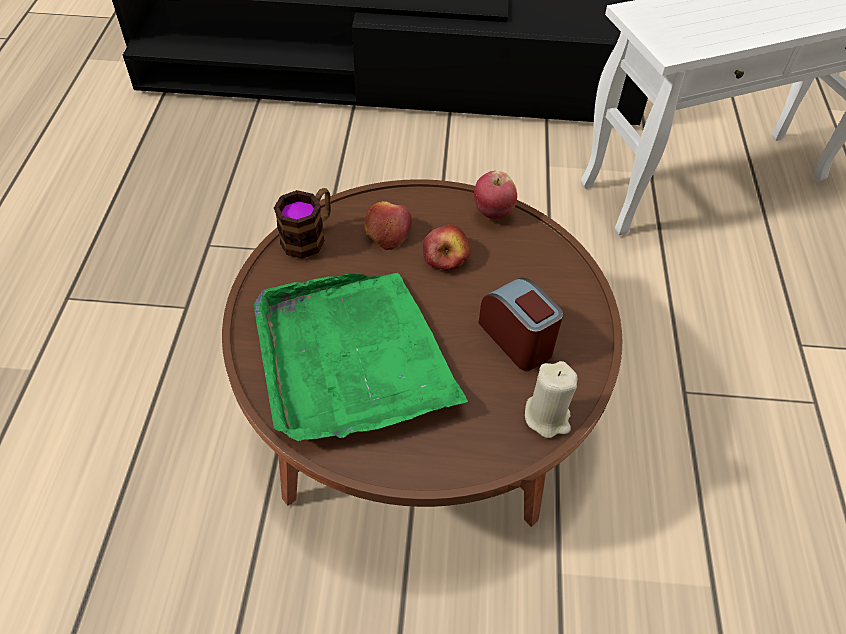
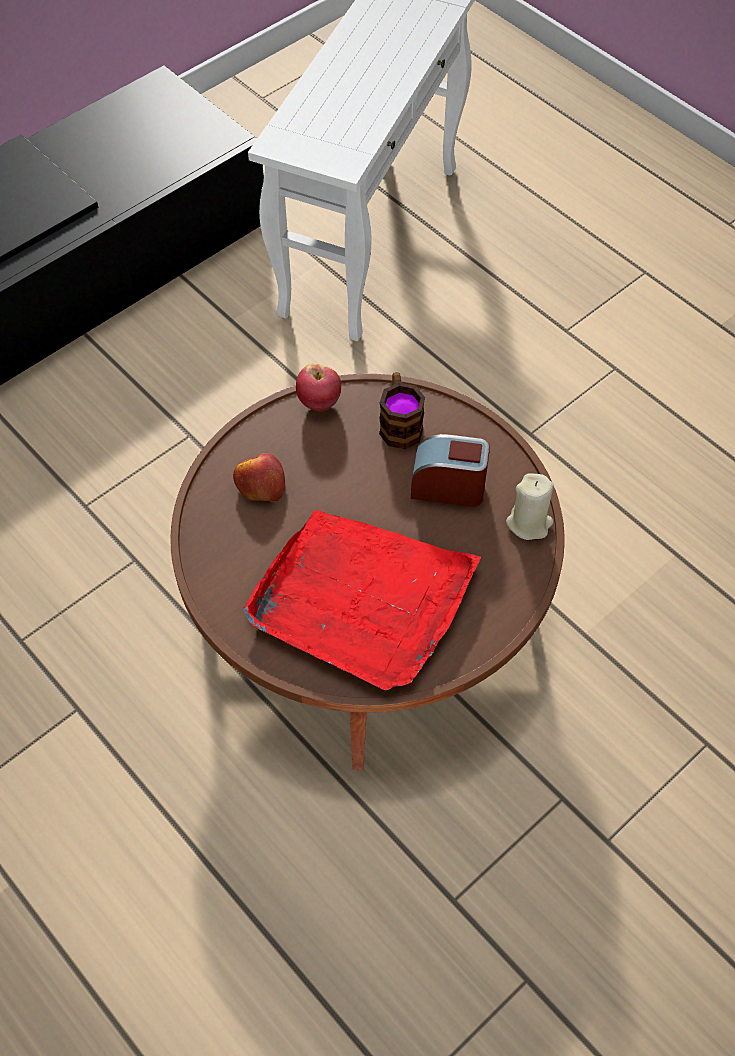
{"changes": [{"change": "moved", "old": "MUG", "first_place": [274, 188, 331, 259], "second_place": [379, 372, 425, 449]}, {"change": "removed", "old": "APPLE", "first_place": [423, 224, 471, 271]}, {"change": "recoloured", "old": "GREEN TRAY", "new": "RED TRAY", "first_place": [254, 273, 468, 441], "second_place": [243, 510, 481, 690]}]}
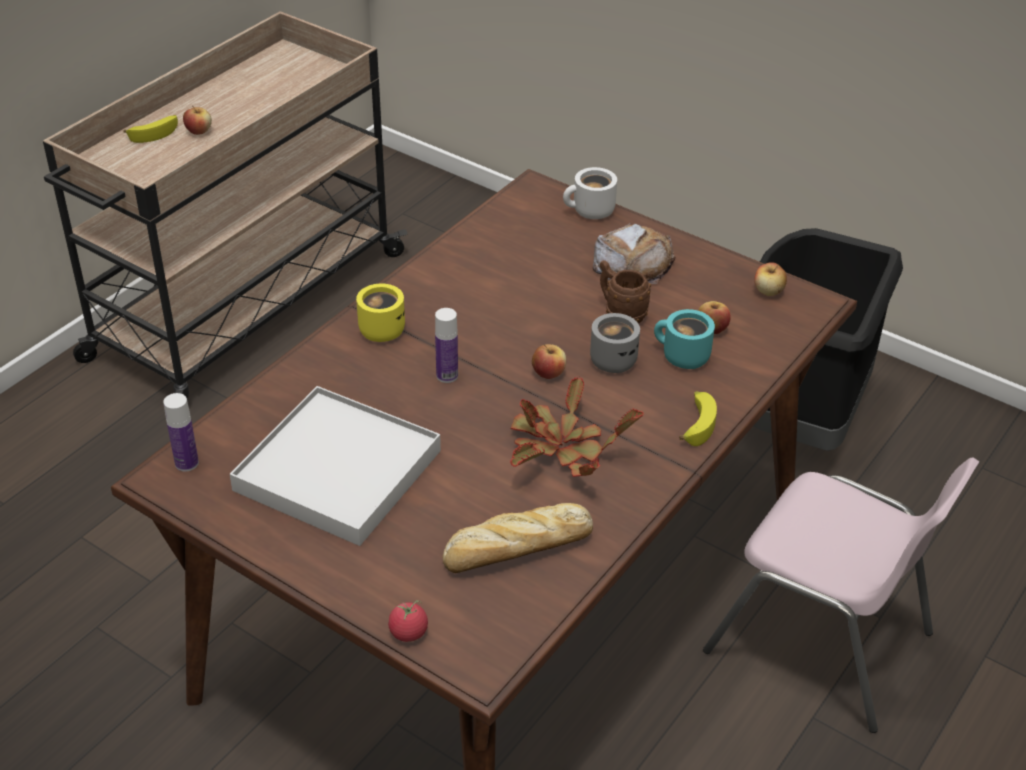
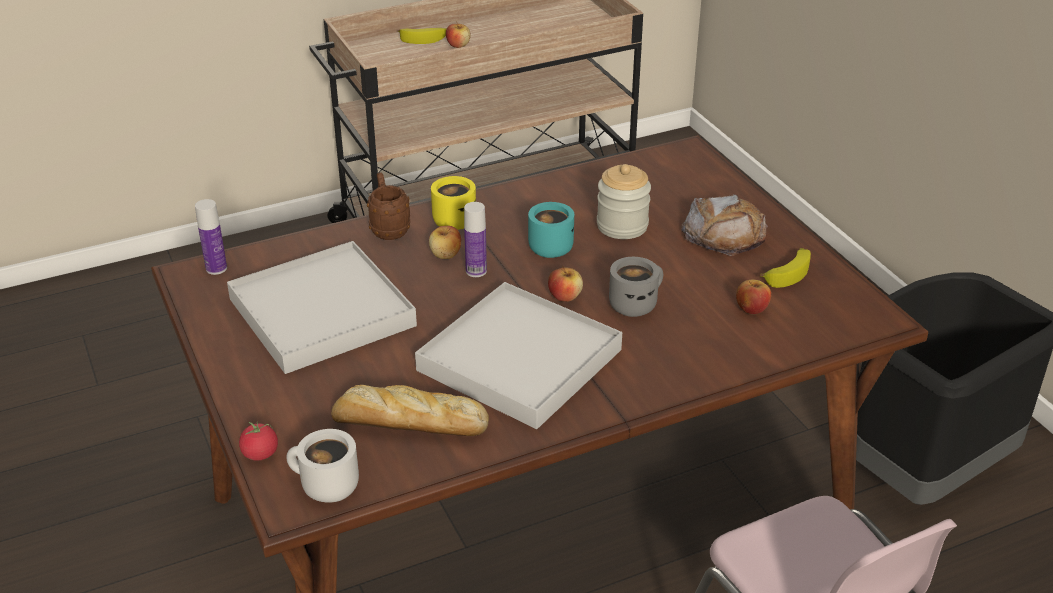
{"changes": [{"change": "moved", "old": "WHITE MUG", "first_place": [563, 167, 617, 219], "second_place": [286, 429, 359, 502]}, {"change": "moved", "old": "BROWN MUG", "first_place": [600, 260, 651, 324], "second_place": [367, 172, 410, 240]}, {"change": "moved", "old": "APPLE", "first_place": [754, 262, 787, 296], "second_place": [429, 226, 461, 259]}, {"change": "moved", "old": "TURQUOISE MUG", "first_place": [654, 309, 715, 369], "second_place": [528, 202, 574, 258]}, {"change": "replaced", "old": "POTTED PLANT", "new": "WHITE TRAY", "first_place": [510, 376, 644, 477], "second_place": [415, 282, 622, 429]}, {"change": "moved", "old": "BANANA", "first_place": [679, 391, 717, 446], "second_place": [760, 248, 811, 288]}, {"change": "added", "new": "JAR", "second_place": [597, 164, 651, 239]}]}
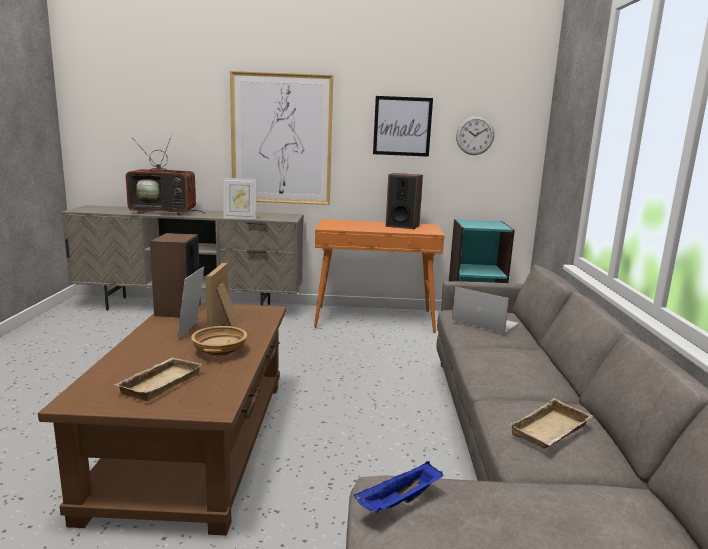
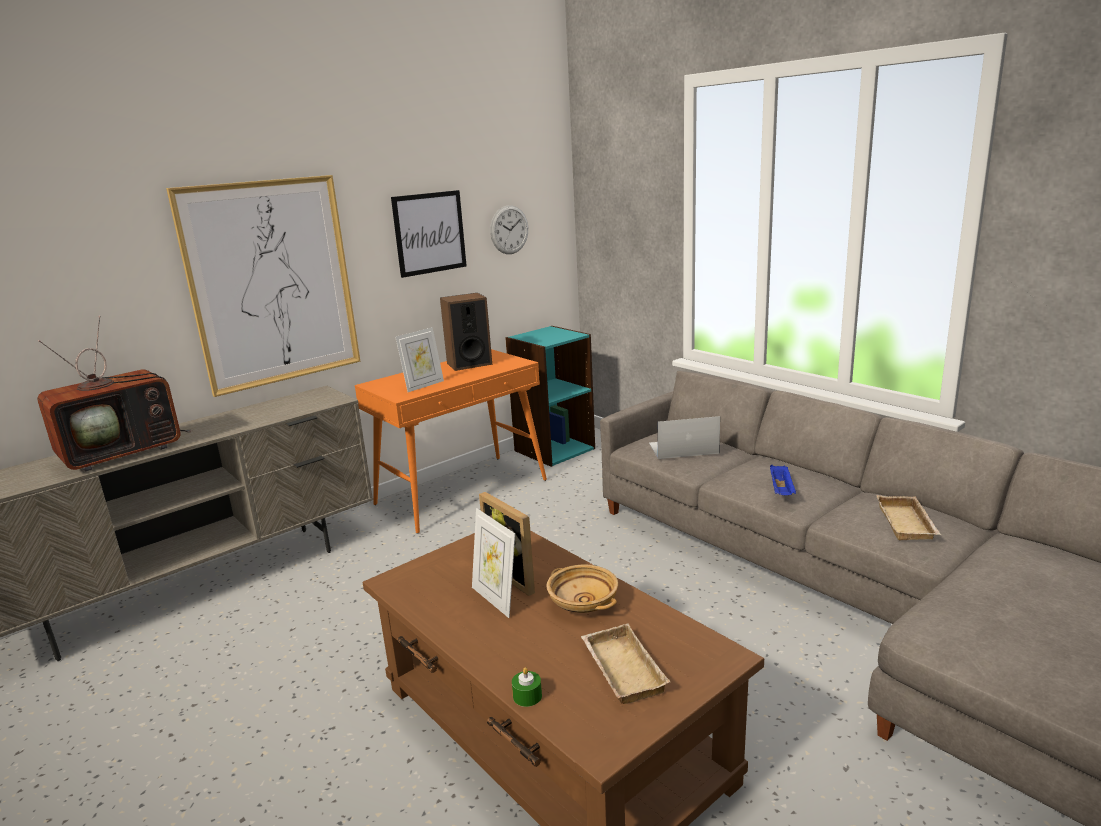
{"changes": [{"change": "moved", "old": "PICTURE FRAME", "first_place": [223, 178, 256, 219], "second_place": [395, 327, 444, 392]}, {"change": "removed", "old": "SPEAKER", "first_place": [150, 233, 201, 317]}, {"change": "moved", "old": "BLUE TRAY", "first_place": [354, 461, 443, 513], "second_place": [770, 464, 796, 495]}, {"change": "added", "new": "GREEN CANDLE", "second_place": [512, 667, 542, 707]}]}
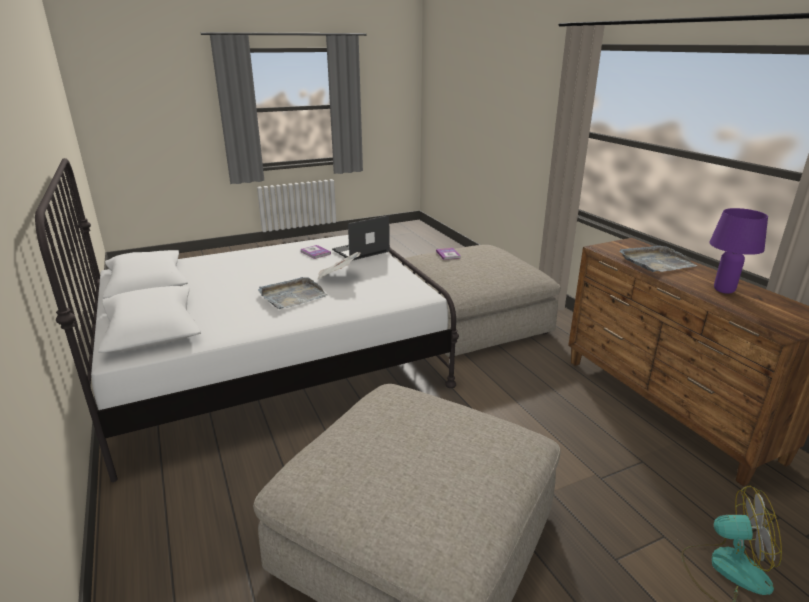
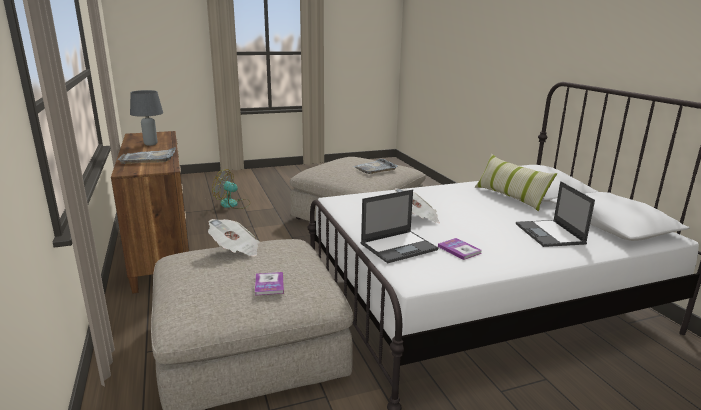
{"changes": [{"change": "recoloured", "old": "PURPLE TABLE LAMP", "new": "GREY TABLE LAMP", "first_place": [709, 208, 768, 294], "second_place": [130, 90, 163, 146]}, {"change": "moved", "old": "GREY TRAY", "first_place": [258, 277, 328, 309], "second_place": [353, 158, 398, 174]}, {"change": "added", "new": "PILLOW", "second_place": [475, 154, 557, 211]}, {"change": "added", "new": "LAPTOP", "second_place": [516, 181, 595, 247]}, {"change": "added", "new": "NEWSPAPER", "second_place": [208, 219, 260, 257]}]}
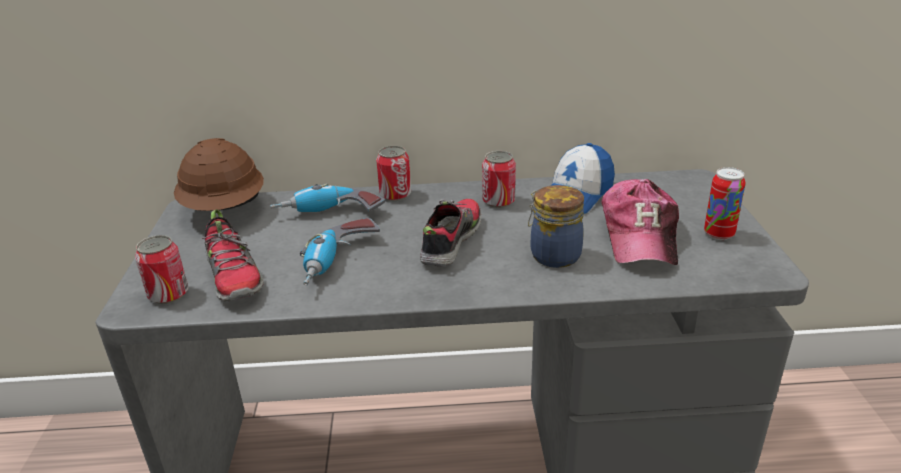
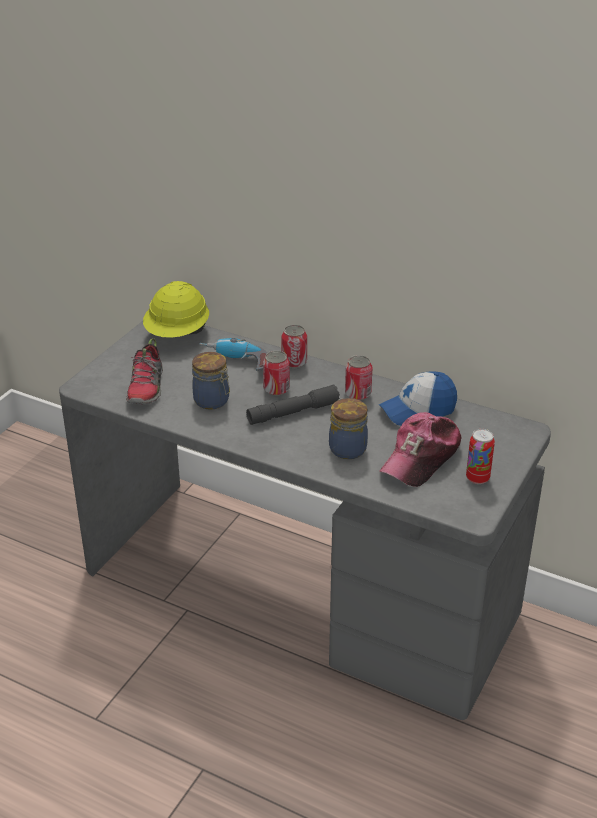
{"changes": [{"change": "recoloured", "old": "BROWN HARD HAT", "new": "YELLOW HARD HAT", "first_place": [174, 138, 264, 211], "second_place": [143, 281, 209, 338]}, {"change": "replaced", "old": "SHOE", "new": "GREY FLASHLIGHT", "first_place": [420, 199, 481, 267], "second_place": [246, 385, 340, 425]}, {"change": "replaced", "old": "POWER DRILL", "new": "JAR", "first_place": [300, 218, 380, 286], "second_place": [192, 352, 230, 410]}, {"change": "moved", "old": "CAN", "first_place": [135, 235, 189, 304], "second_place": [263, 351, 290, 396]}]}
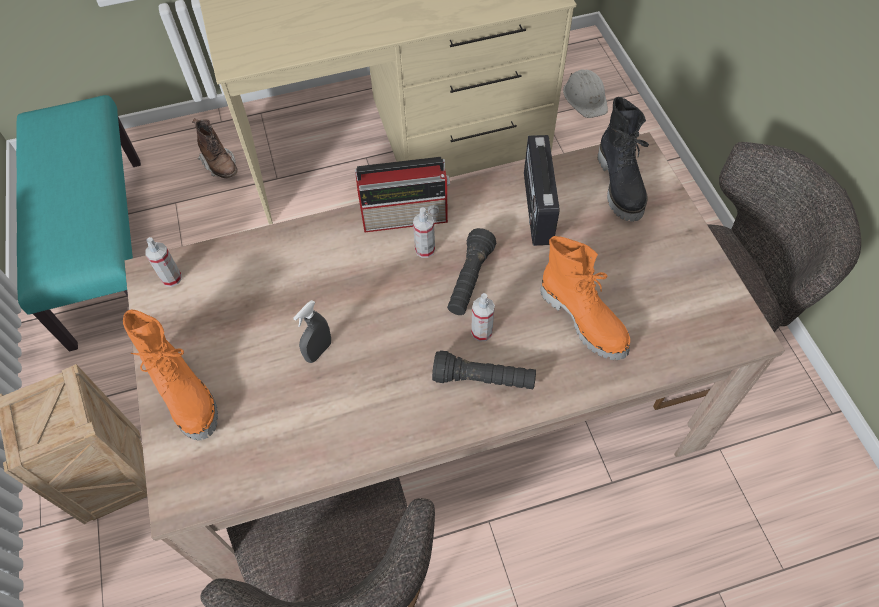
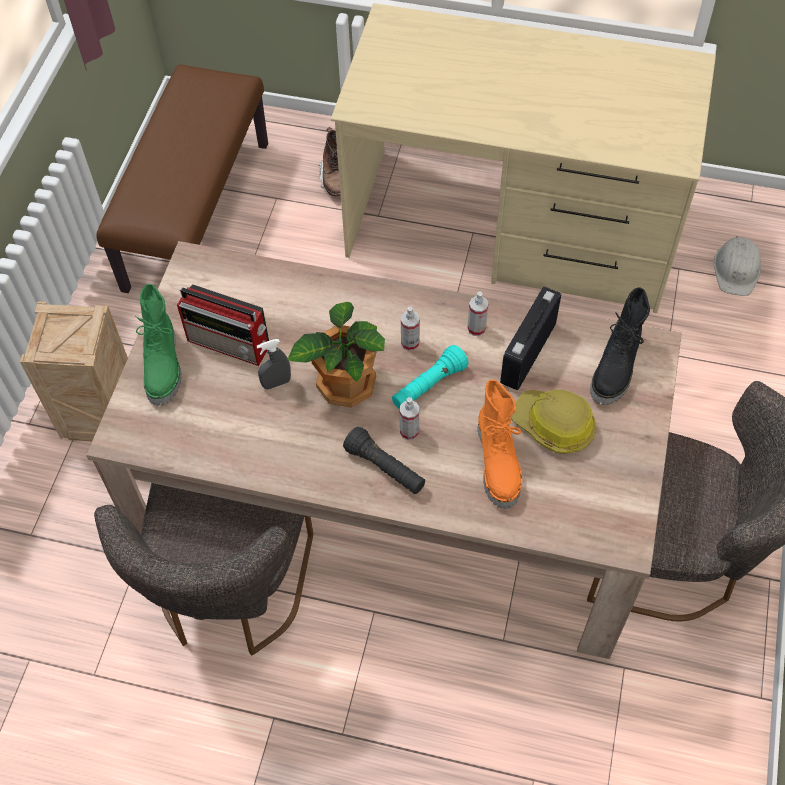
{"changes": [{"change": "recoloured", "old": "TURQUOISE BENCH", "new": "BROWN BENCH", "first_place": [16, 95, 141, 352], "second_place": [96, 64, 268, 293]}, {"change": "moved", "old": "RADIO", "first_place": [355, 157, 451, 233], "second_place": [177, 285, 269, 366]}, {"change": "recoloured", "old": "BLACK FLASHLIGHT", "new": "TURQUOISE FLASHLIGHT", "first_place": [447, 228, 496, 315], "second_place": [392, 345, 469, 409]}, {"change": "moved", "old": "SPRAY BOTTLE", "first_place": [145, 237, 182, 287], "second_place": [468, 291, 488, 336]}, {"change": "recoloured", "old": "ORANGE BOOT", "new": "GREEN BOOT", "first_place": [123, 310, 218, 440], "second_place": [135, 284, 182, 406]}, {"change": "added", "new": "POTTED PLANT", "second_place": [287, 302, 385, 407]}, {"change": "added", "new": "HARD HAT", "second_place": [511, 389, 596, 453]}]}
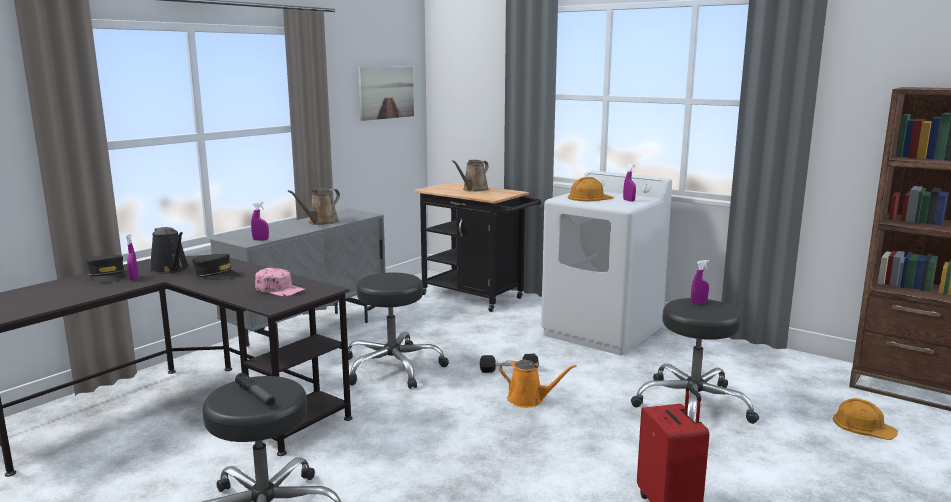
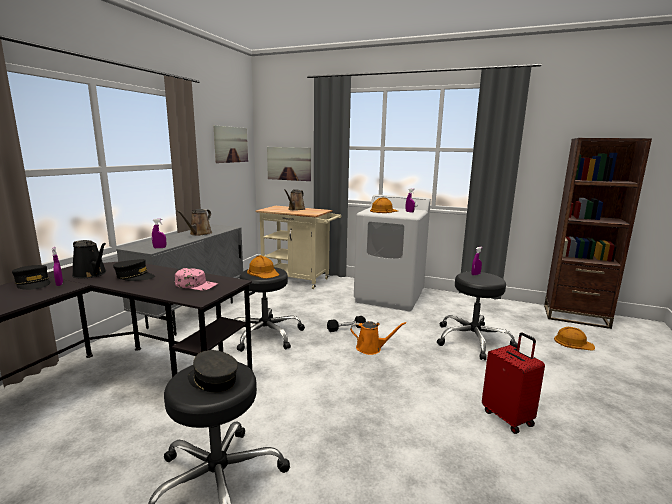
{"changes": [{"change": "recoloured", "old": "BLACK CART", "new": "BEIGE CART", "first_place": [414, 182, 541, 312], "second_place": [255, 206, 341, 289]}, {"change": "replaced", "old": "FLASHLIGHT", "new": "GREY CAP", "first_place": [235, 373, 275, 406], "second_place": [188, 350, 238, 392]}, {"change": "added", "new": "PICTURE", "second_place": [267, 147, 311, 181]}, {"change": "added", "new": "ORANGE HARD HAT", "second_place": [247, 255, 279, 279]}]}
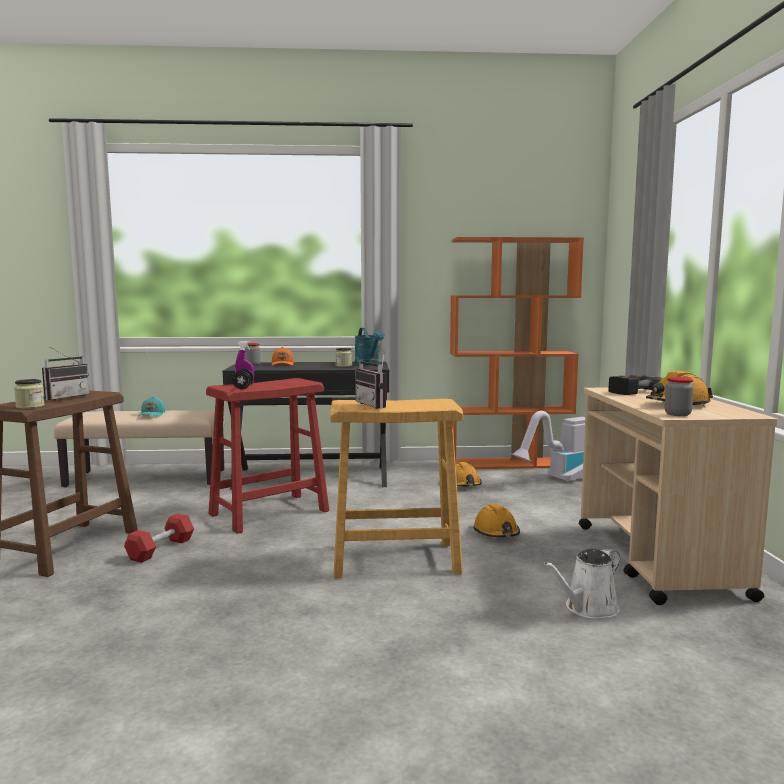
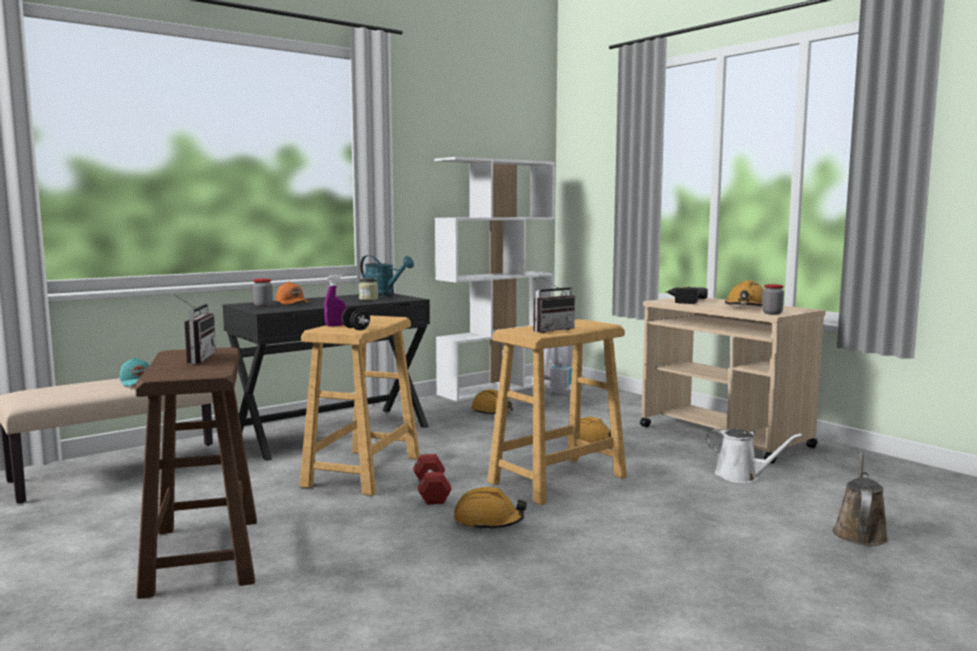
{"changes": [{"change": "recoloured", "old": "ORANGE BOOKCASE", "new": "WHITE BOOKCASE", "first_place": [450, 237, 584, 469], "second_place": [434, 157, 555, 401]}, {"change": "turned", "old": "RADIO", "first_place": [355, 352, 386, 409], "second_place": [533, 276, 575, 333], "degrees": -60}, {"change": "recoloured", "old": "RED STOOL", "new": "BEIGE STOOL", "first_place": [206, 378, 329, 534], "second_place": [299, 316, 420, 496]}, {"change": "removed", "old": "JAR", "first_place": [14, 379, 45, 409]}, {"change": "moved", "old": "RED DUMBBELL", "first_place": [124, 514, 194, 563], "second_place": [413, 454, 452, 505]}, {"change": "turned", "old": "WHITE WATERING CAN", "first_place": [544, 548, 620, 619], "second_place": [706, 429, 802, 483], "degrees": -75}, {"change": "added", "new": "BROWN WATERING CAN", "second_place": [833, 452, 889, 546]}, {"change": "added", "new": "ORANGE HARD HAT", "second_place": [454, 487, 527, 531]}]}
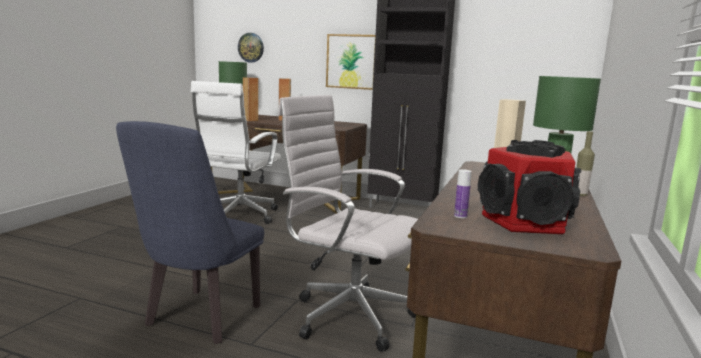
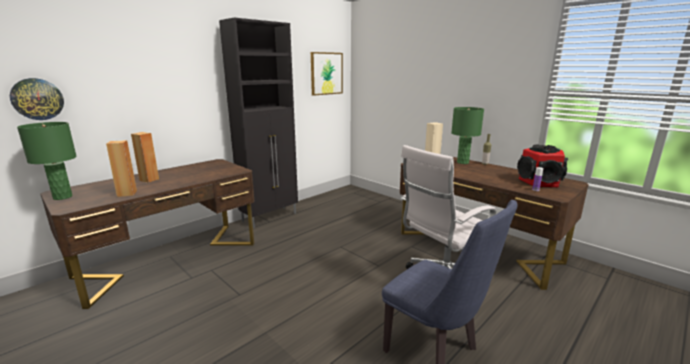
{"changes": [{"change": "moved", "old": "PICTURE", "first_place": [326, 34, 376, 90], "second_place": [311, 52, 343, 96]}, {"change": "removed", "old": "WHITE OFFICE CHAIR", "first_place": [191, 81, 281, 224]}]}
